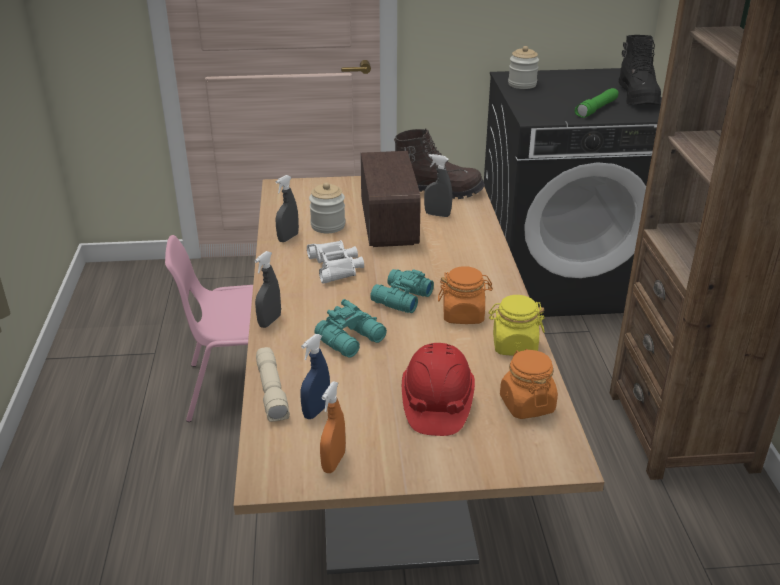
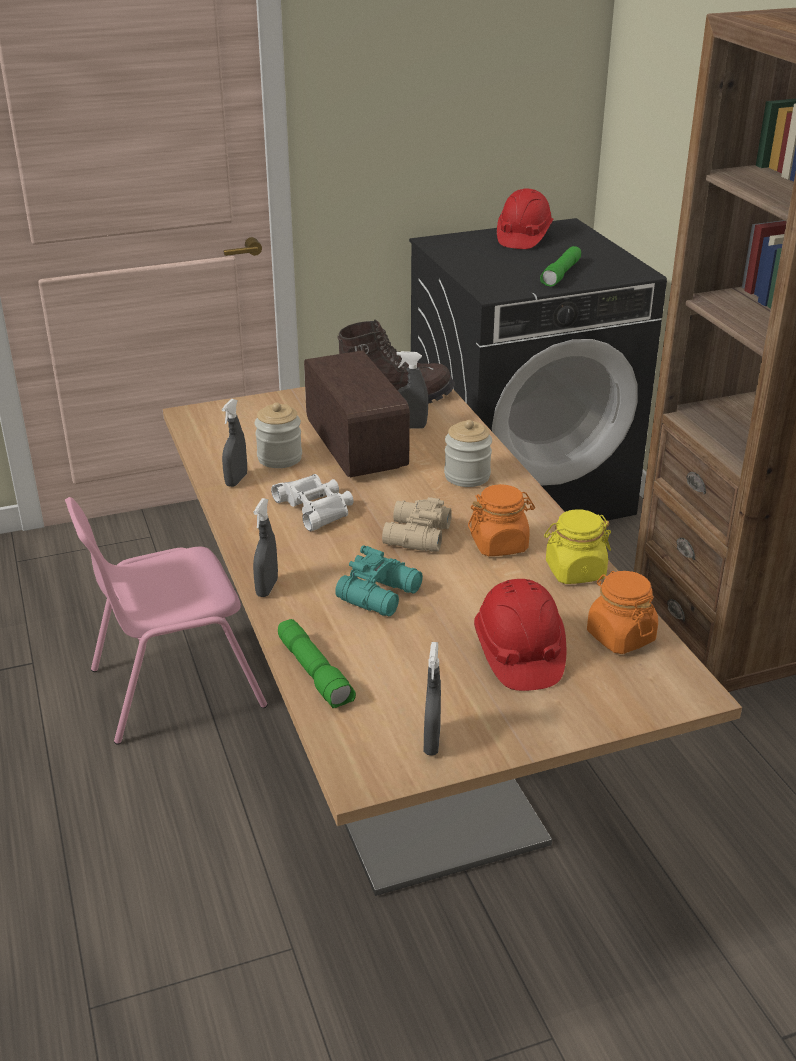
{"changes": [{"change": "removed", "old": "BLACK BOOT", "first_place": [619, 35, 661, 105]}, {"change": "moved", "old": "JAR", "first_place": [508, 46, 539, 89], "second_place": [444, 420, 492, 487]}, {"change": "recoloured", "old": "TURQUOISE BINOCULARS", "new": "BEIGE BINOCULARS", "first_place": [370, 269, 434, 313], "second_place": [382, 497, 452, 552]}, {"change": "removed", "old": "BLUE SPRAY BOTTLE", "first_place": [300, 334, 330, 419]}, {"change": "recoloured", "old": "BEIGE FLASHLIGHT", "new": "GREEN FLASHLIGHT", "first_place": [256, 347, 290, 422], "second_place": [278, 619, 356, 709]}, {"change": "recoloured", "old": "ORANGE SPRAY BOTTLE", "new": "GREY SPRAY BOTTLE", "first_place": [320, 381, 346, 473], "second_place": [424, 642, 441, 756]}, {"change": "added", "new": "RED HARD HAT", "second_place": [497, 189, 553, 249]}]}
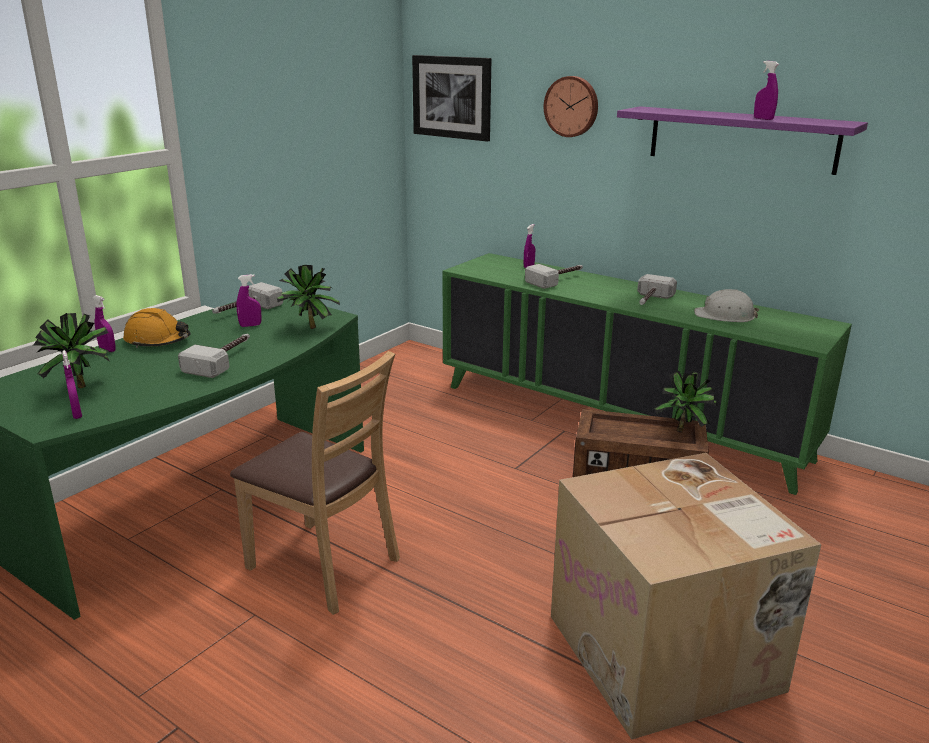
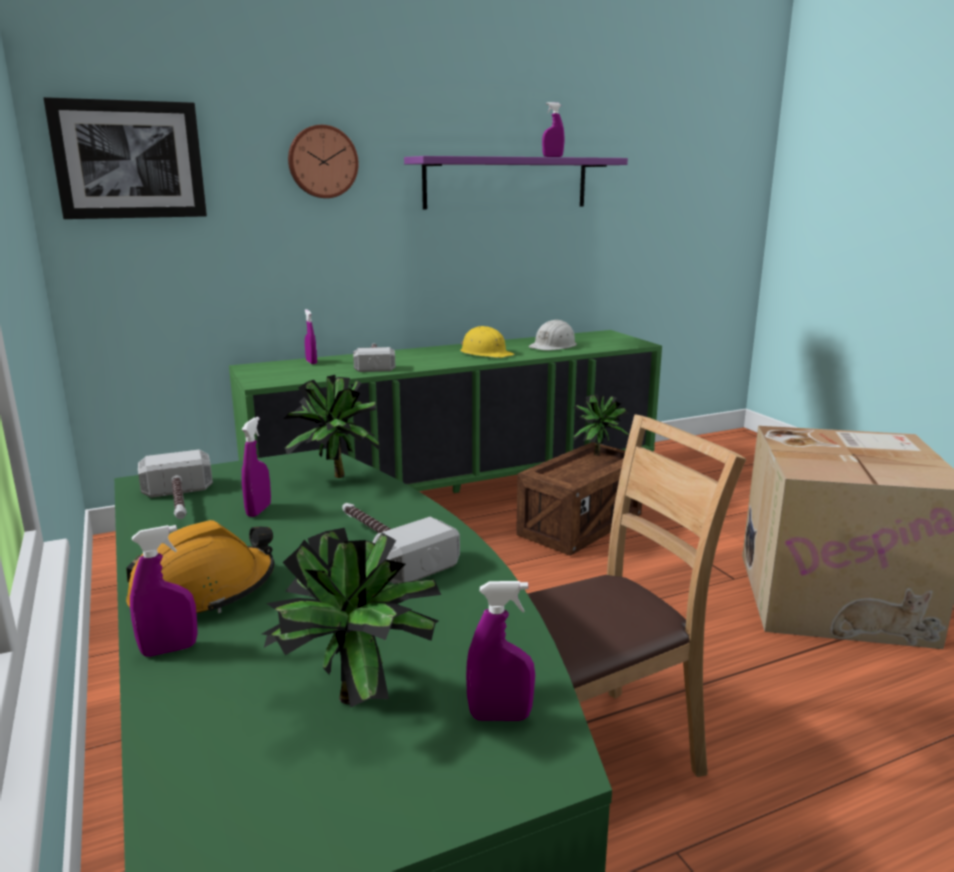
{"changes": [{"change": "replaced", "old": "HAMMER", "new": "YELLOW HARD HAT", "first_place": [637, 274, 677, 305], "second_place": [460, 326, 515, 358]}]}
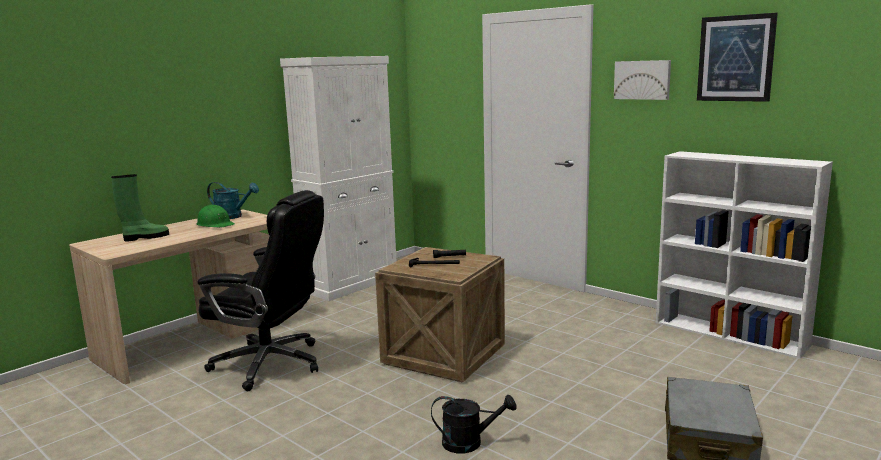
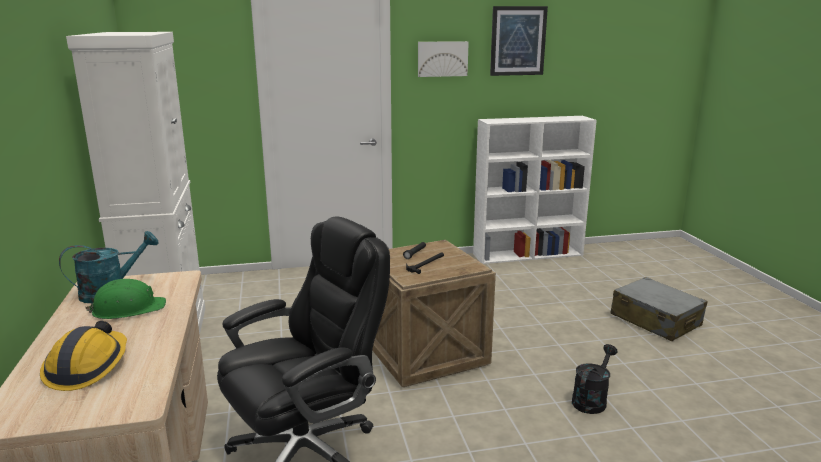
{"changes": [{"change": "replaced", "old": "GREEN BOOT", "new": "HARD HAT", "first_place": [111, 174, 169, 242], "second_place": [40, 321, 127, 391]}]}
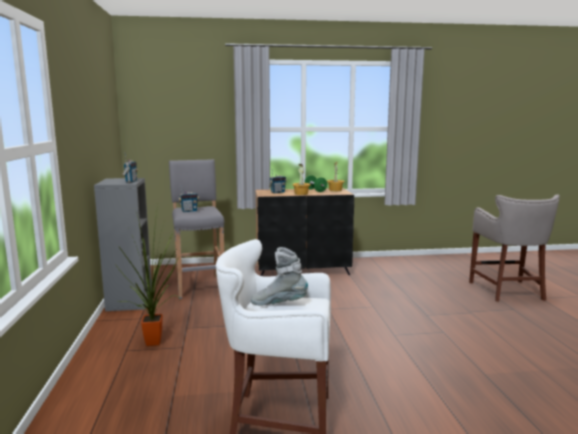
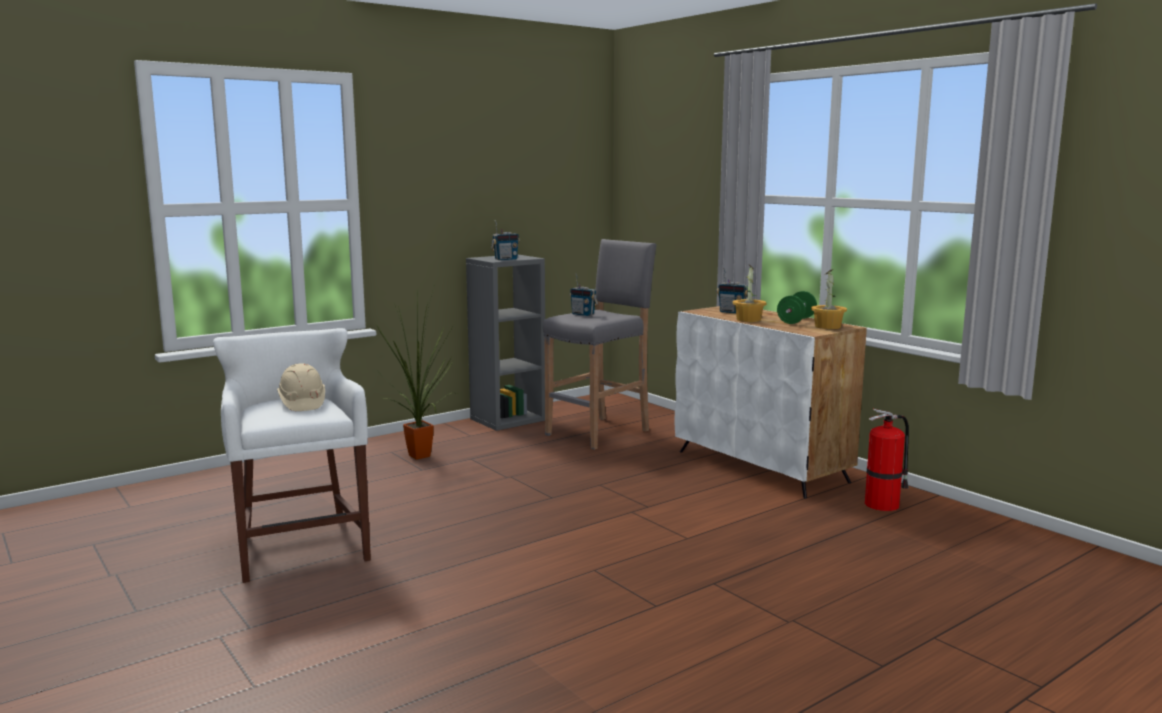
{"changes": [{"change": "recoloured", "old": "BLACK CABINET", "new": "WHITE CABINET", "first_place": [255, 188, 354, 276], "second_place": [674, 306, 867, 499]}, {"change": "removed", "old": "GREY STOOL", "first_place": [469, 194, 560, 302]}, {"change": "replaced", "old": "GREY BOOT", "new": "BEIGE HARD HAT", "first_place": [251, 247, 308, 305], "second_place": [277, 363, 325, 411]}, {"change": "added", "new": "FIRE EXTINGUISHER", "second_place": [865, 409, 909, 511]}]}
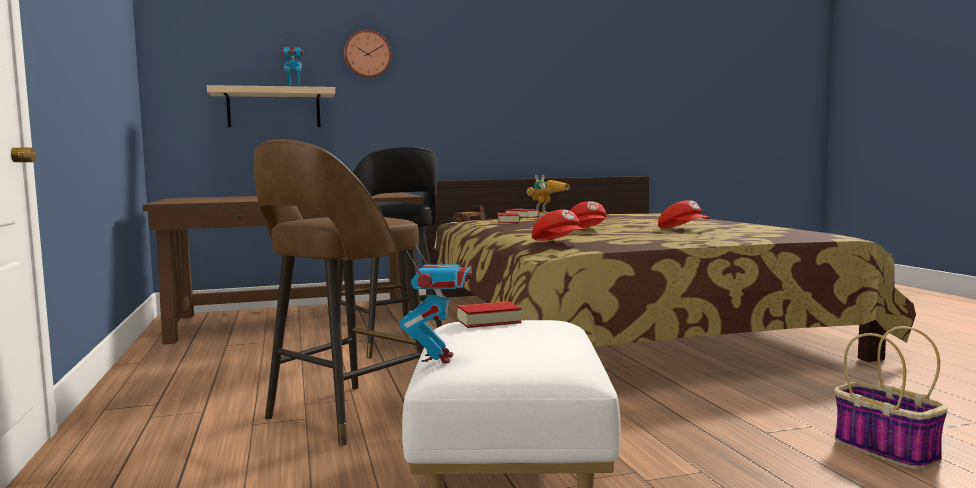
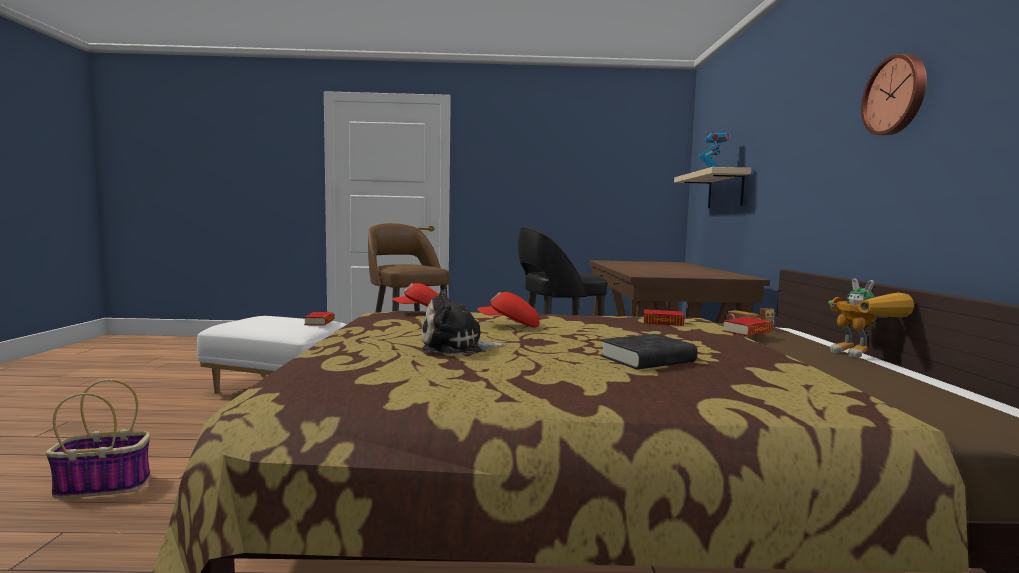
{"changes": [{"change": "moved", "old": "WALL CLOCK", "first_place": [344, 30, 391, 78], "second_place": [861, 54, 927, 135]}, {"change": "replaced", "old": "RED CAP", "new": "PLUSH TOY", "first_place": [658, 201, 710, 228], "second_place": [422, 289, 506, 354]}, {"change": "removed", "old": "TOY ROBOT", "first_place": [400, 245, 472, 363]}, {"change": "added", "new": "BLACK BOOK", "second_place": [600, 334, 697, 369]}]}
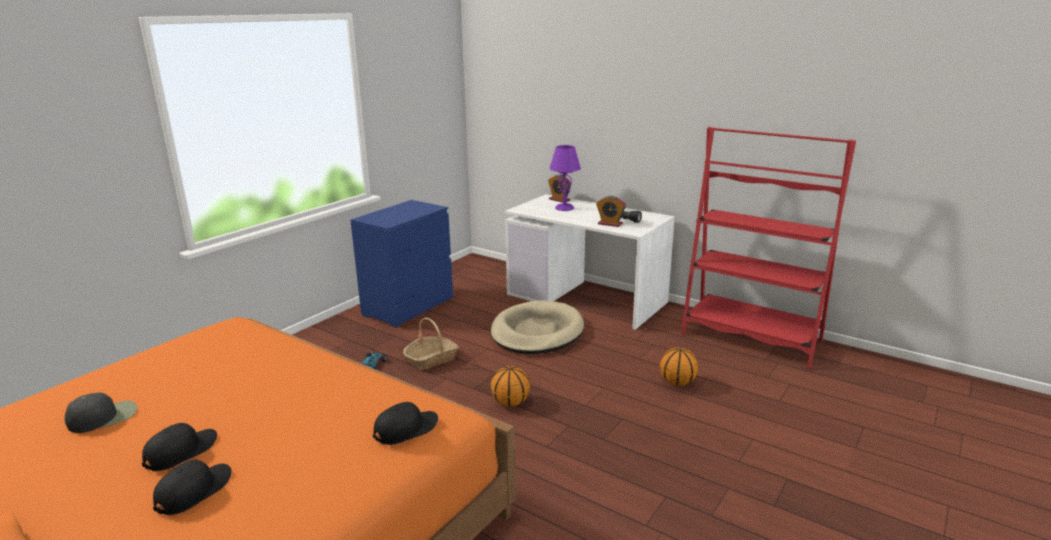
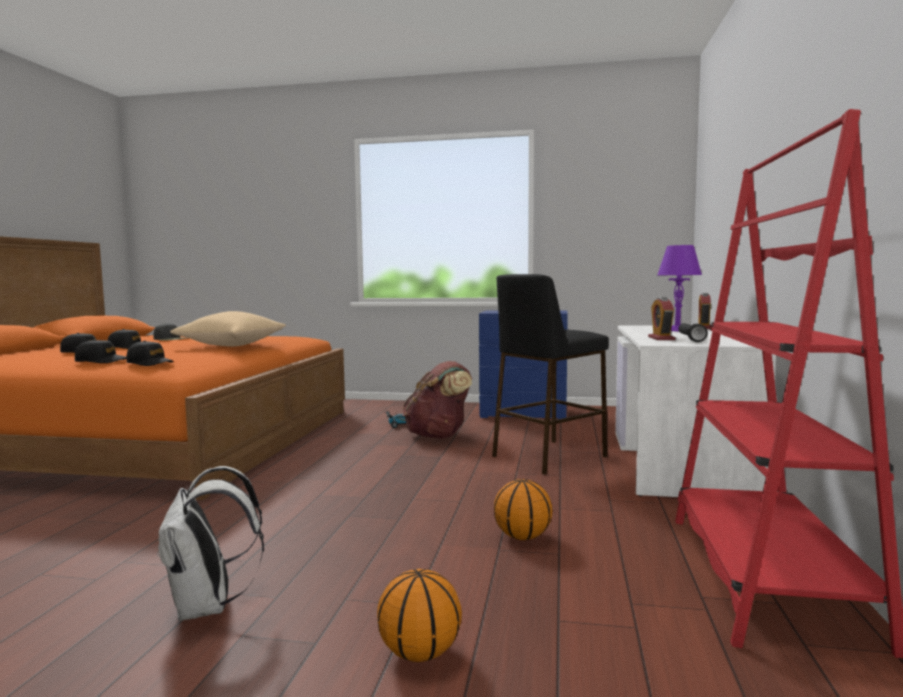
{"changes": [{"change": "replaced", "old": "BEIGE DOG BED", "new": "BLACK STOOL", "first_place": [491, 300, 584, 354], "second_place": [492, 274, 609, 475]}, {"change": "replaced", "old": "BASKET", "new": "BROWN BACKPACK", "first_place": [403, 318, 459, 370], "second_place": [403, 361, 472, 439]}, {"change": "moved", "old": "BASKETBALL", "first_place": [491, 366, 530, 407], "second_place": [377, 569, 462, 662]}, {"change": "added", "new": "BEIGE PILLOW", "second_place": [170, 311, 286, 346]}, {"change": "added", "new": "BLACK CAP", "second_place": [75, 339, 127, 363]}, {"change": "added", "new": "WHITE BACKPACK", "second_place": [157, 466, 264, 621]}]}
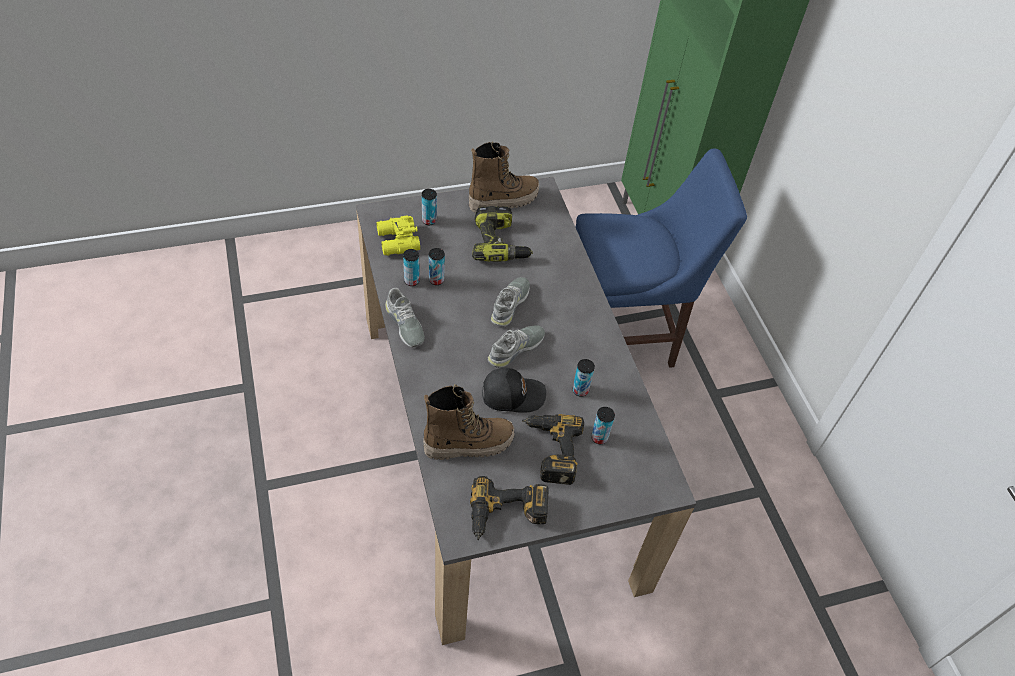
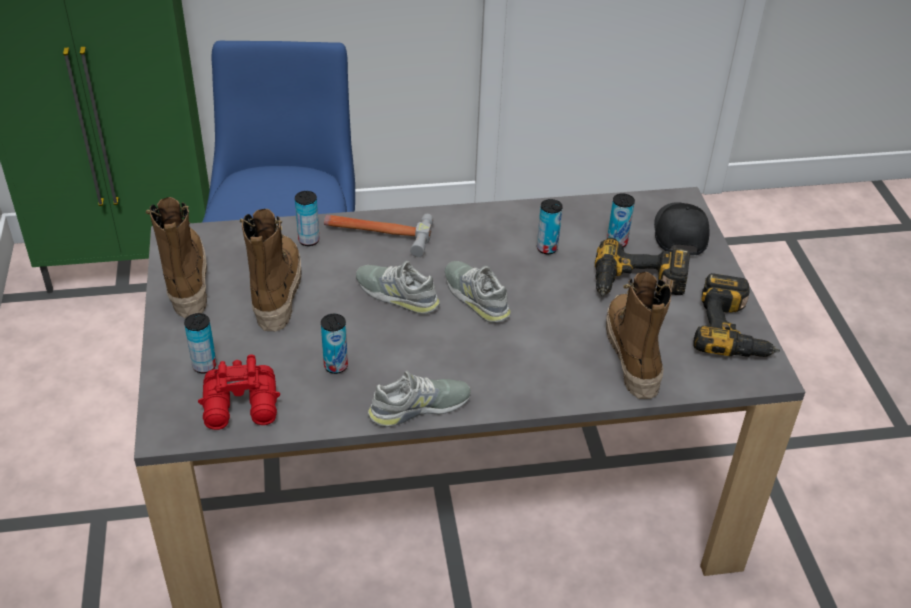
{"changes": [{"change": "replaced", "old": "POWER DRILL", "new": "BOOT", "first_place": [472, 206, 533, 262], "second_place": [240, 209, 302, 331]}, {"change": "recoloured", "old": "YELLOW BINOCULARS", "new": "RED BINOCULARS", "first_place": [376, 215, 420, 256], "second_place": [198, 355, 280, 430]}, {"change": "moved", "old": "CAN", "first_place": [403, 249, 420, 286], "second_place": [295, 191, 320, 246]}, {"change": "moved", "old": "BLACK CAP", "first_place": [482, 368, 546, 413], "second_place": [654, 202, 709, 255]}, {"change": "added", "new": "HAMMER", "second_place": [324, 214, 433, 257]}]}
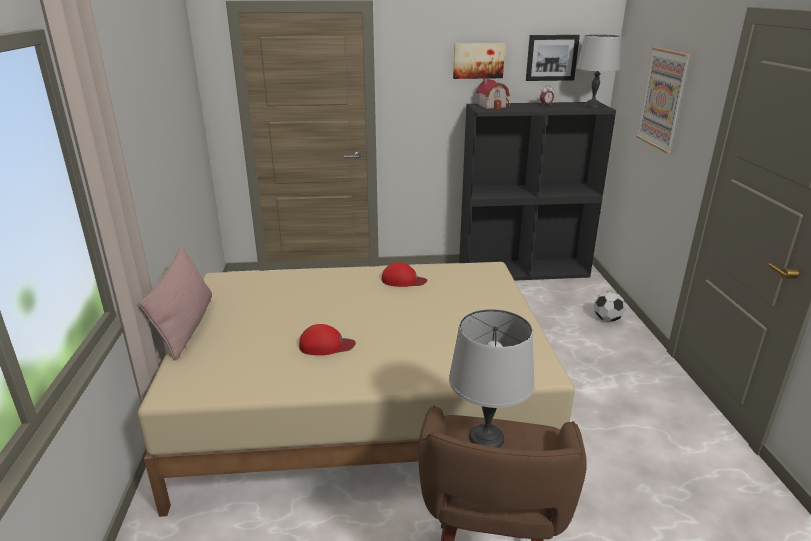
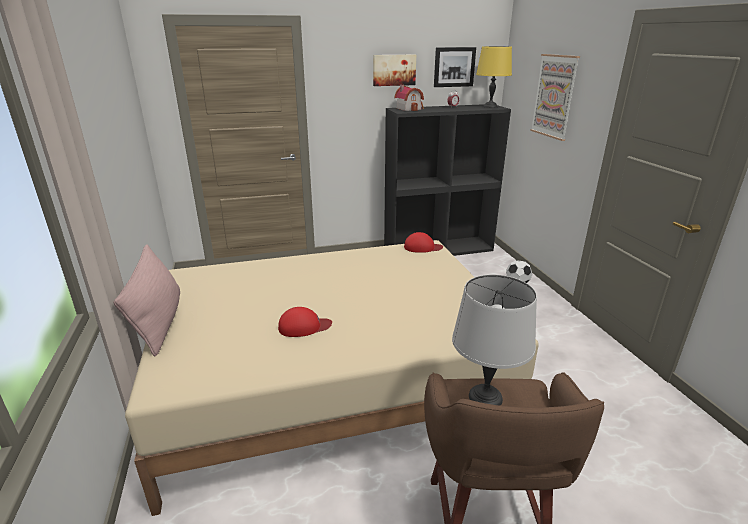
{"changes": [{"change": "recoloured", "old": "GREY TABLE LAMP", "new": "YELLOW TABLE LAMP", "first_place": [577, 34, 621, 108], "second_place": [476, 46, 512, 108]}, {"change": "moved", "old": "RED CAP", "first_place": [382, 262, 427, 287], "second_place": [404, 232, 443, 253]}]}
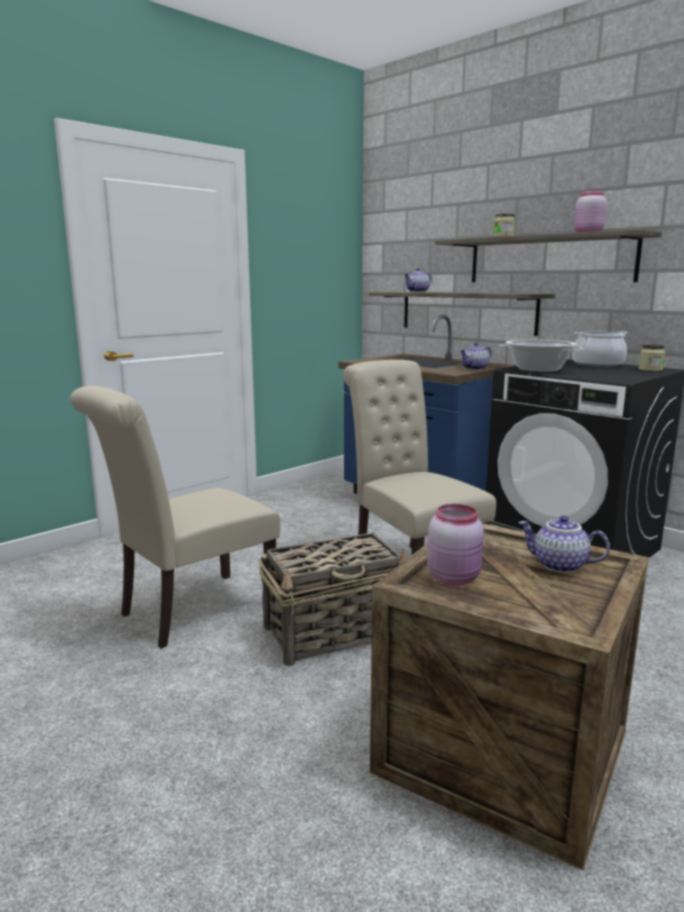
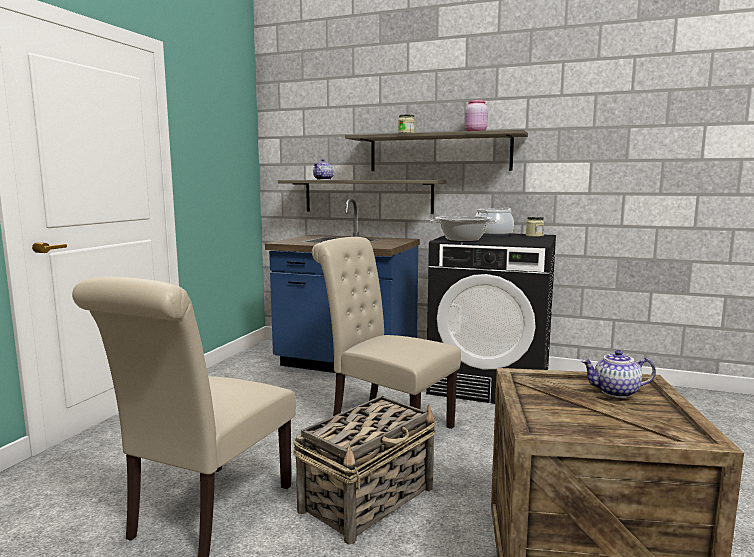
{"changes": [{"change": "removed", "old": "TEAPOT", "first_place": [460, 342, 492, 370]}, {"change": "removed", "old": "PINK JAR", "first_place": [427, 504, 484, 585]}]}
